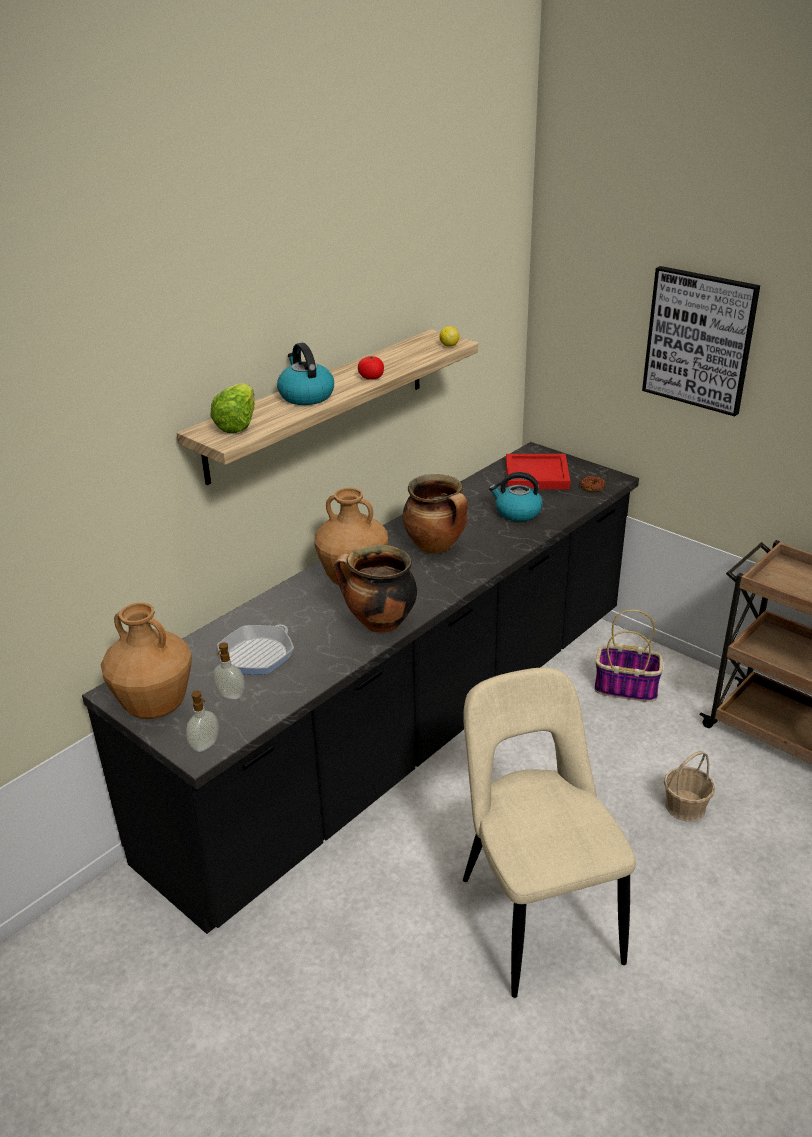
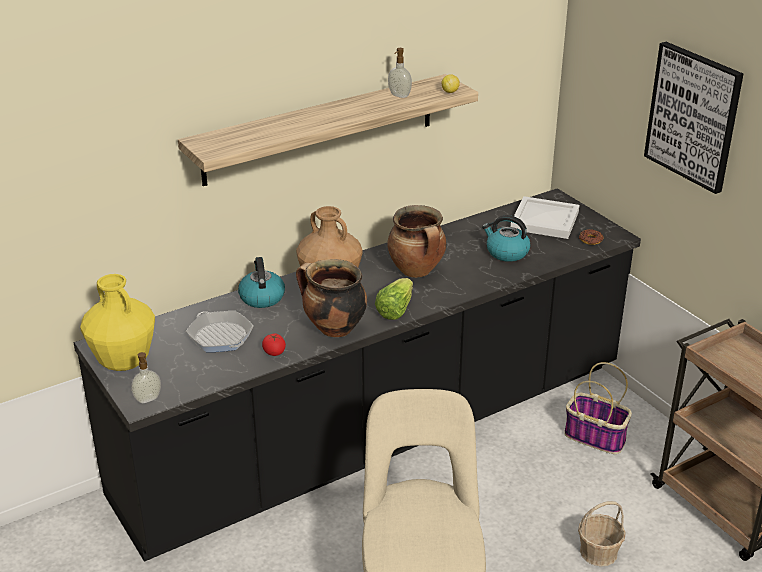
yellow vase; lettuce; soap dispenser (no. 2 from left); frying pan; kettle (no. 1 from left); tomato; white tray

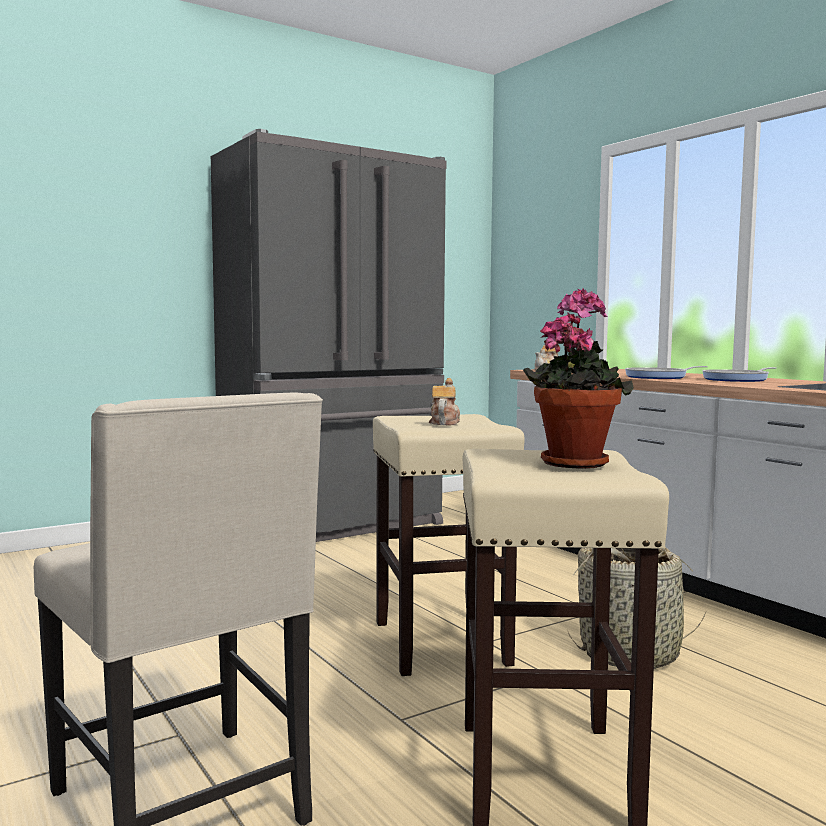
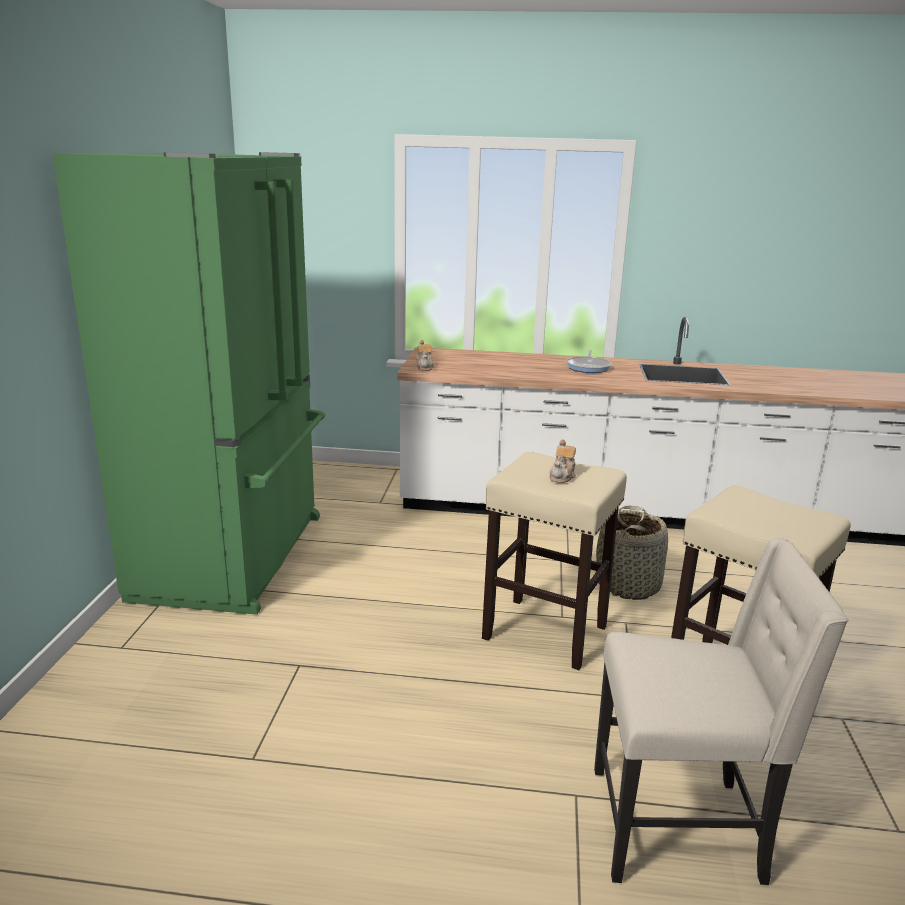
green fridge; teapot (no. 2 from left); potted plant; frying pan (no. 1 from left in the first image)

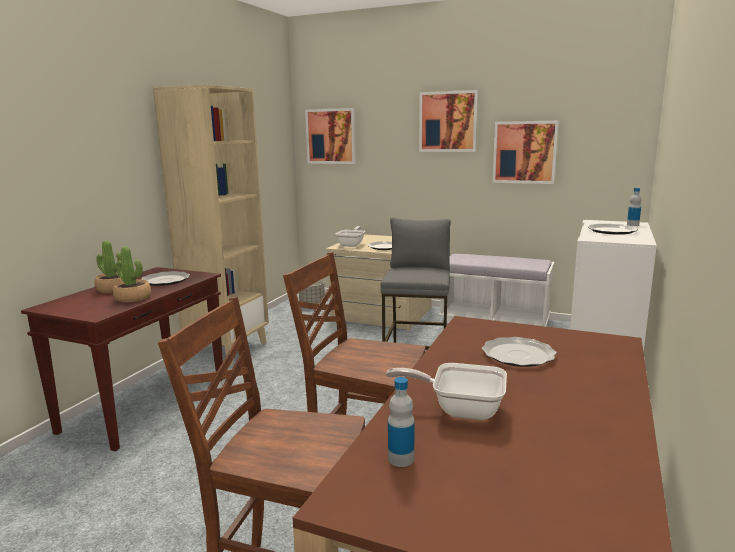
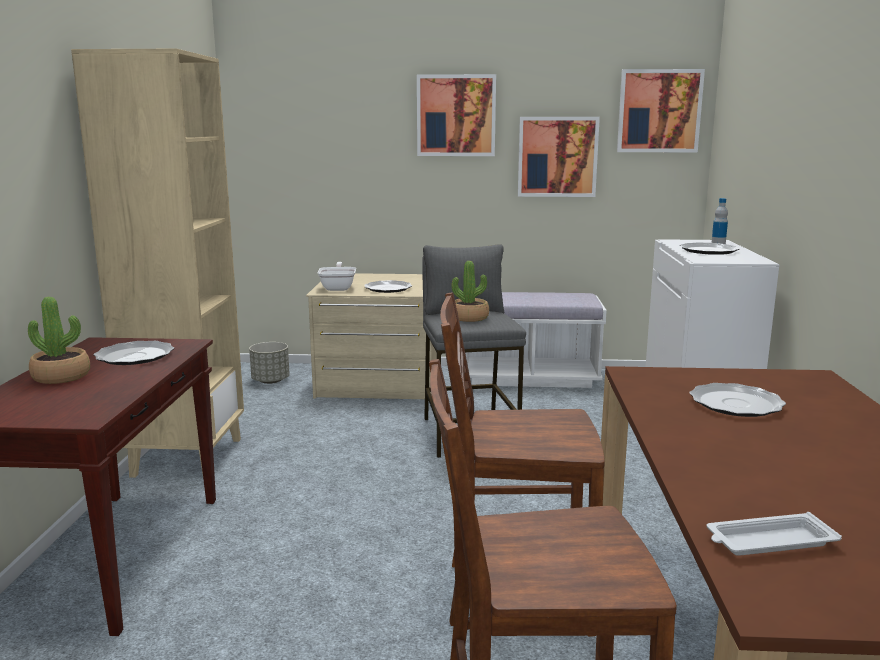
potted plant (no. 2 from left); picture (no. 3 from left); frying pan (no. 2 from left in the first image); white tray

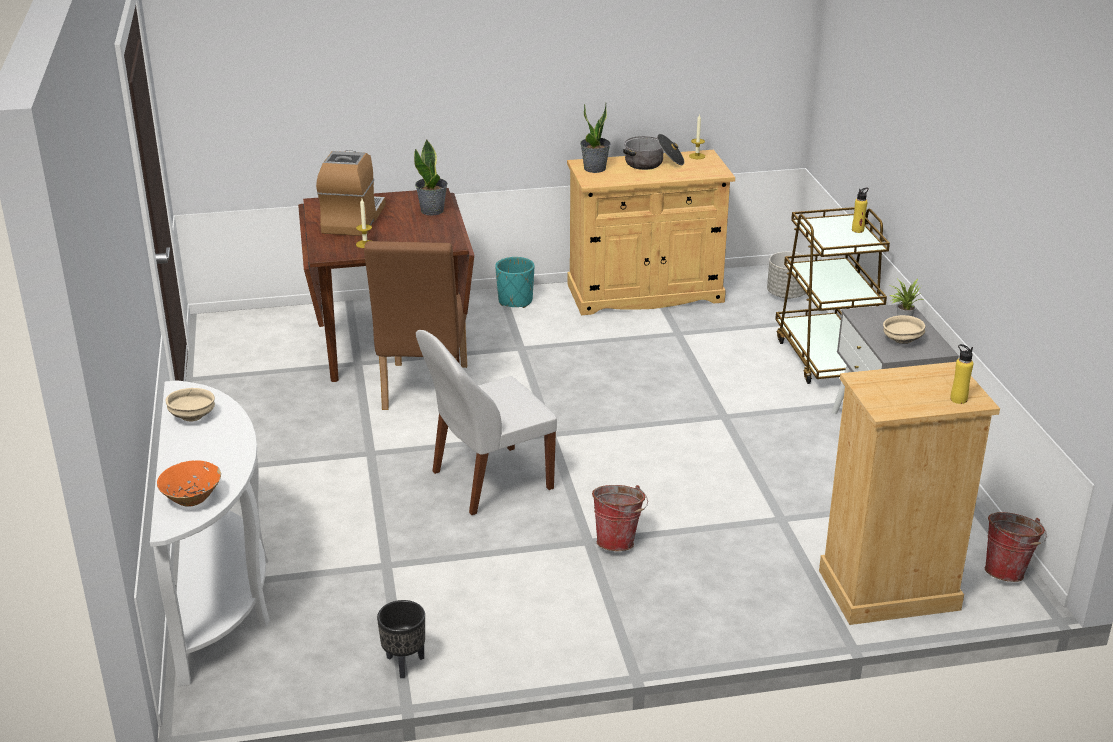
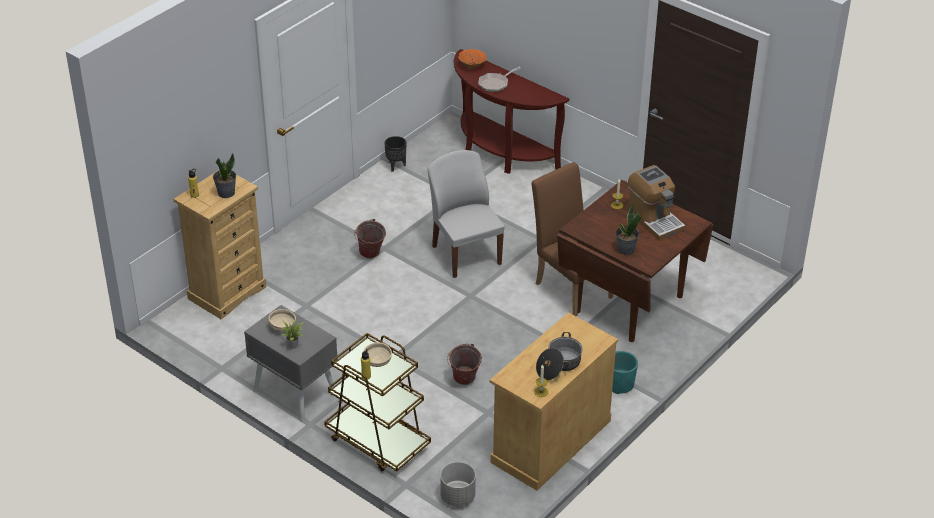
brown console table; beige bowl (no. 2 from left); white chair; potted plant (no. 1 from left); bucket (no. 2 from left); frying pan

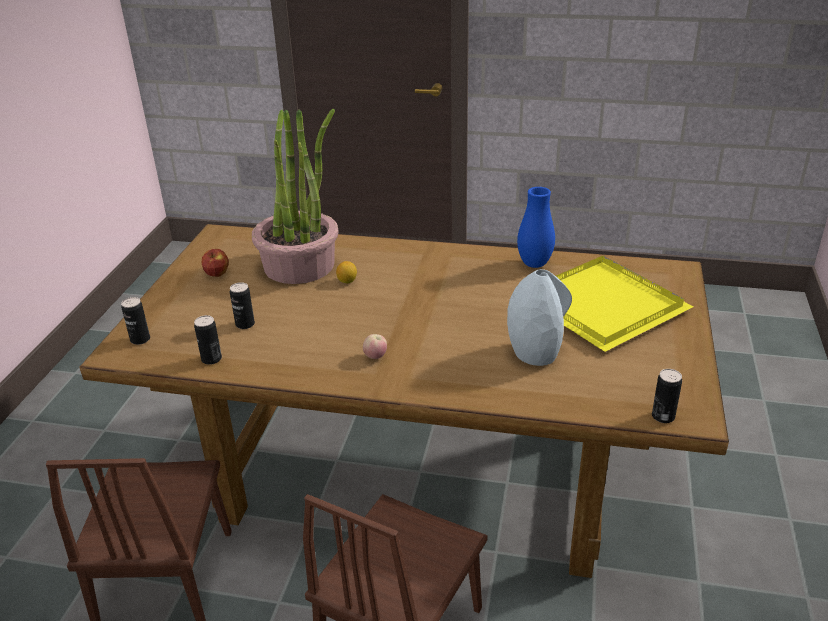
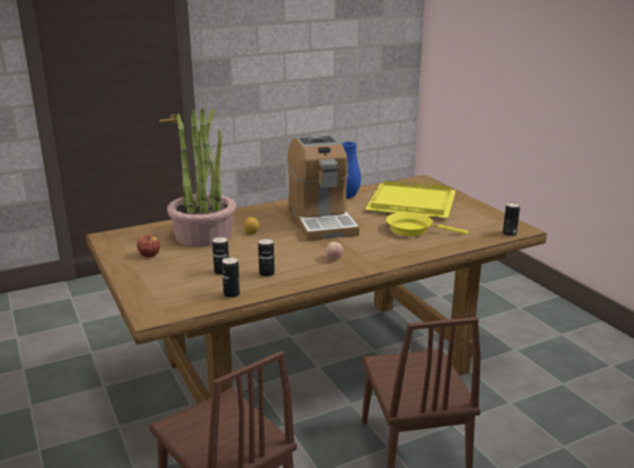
can (no. 3 from left); yellow frying pan; coffee machine

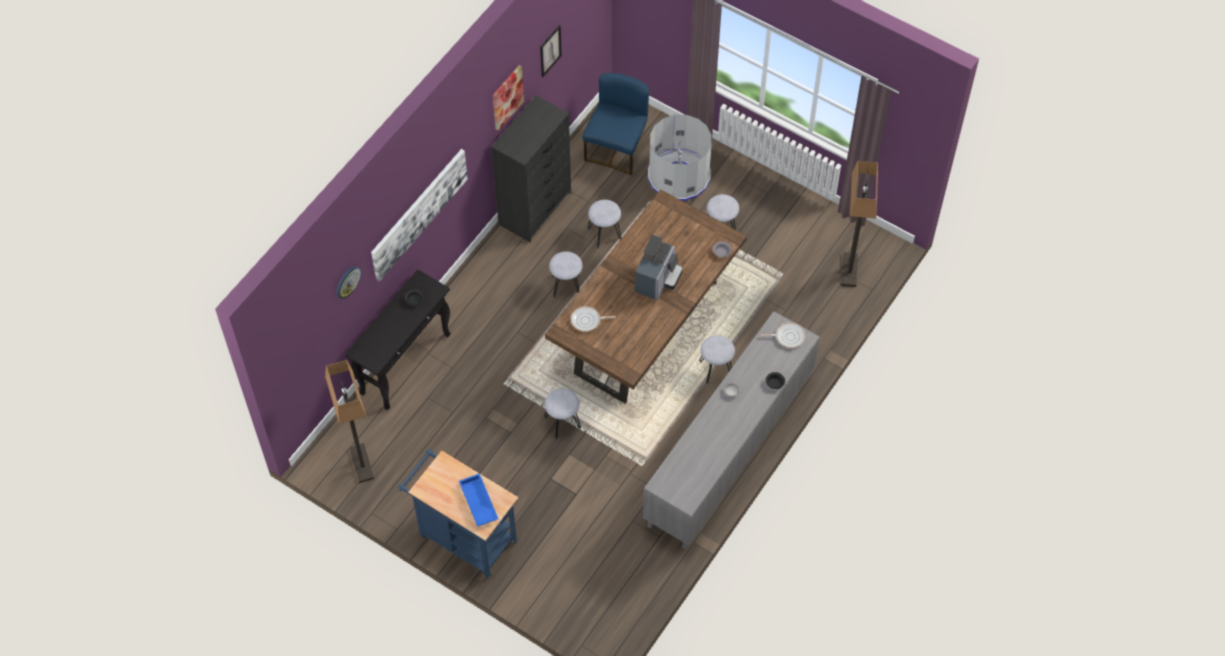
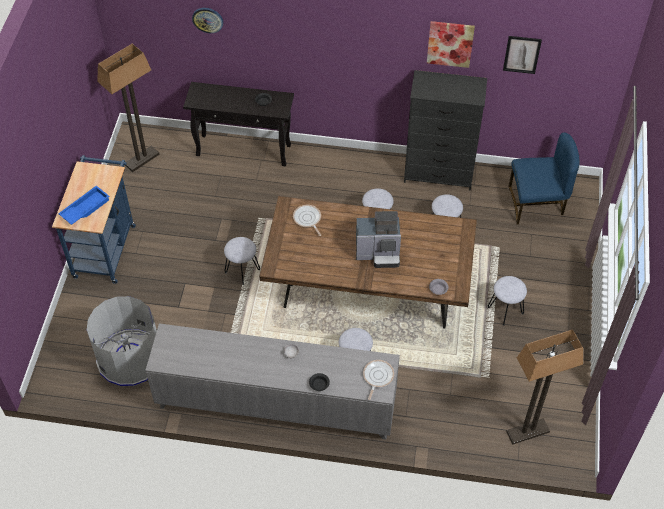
picture (no. 1 from left in the first image); grey trash can; frying pan (no. 2 from left)

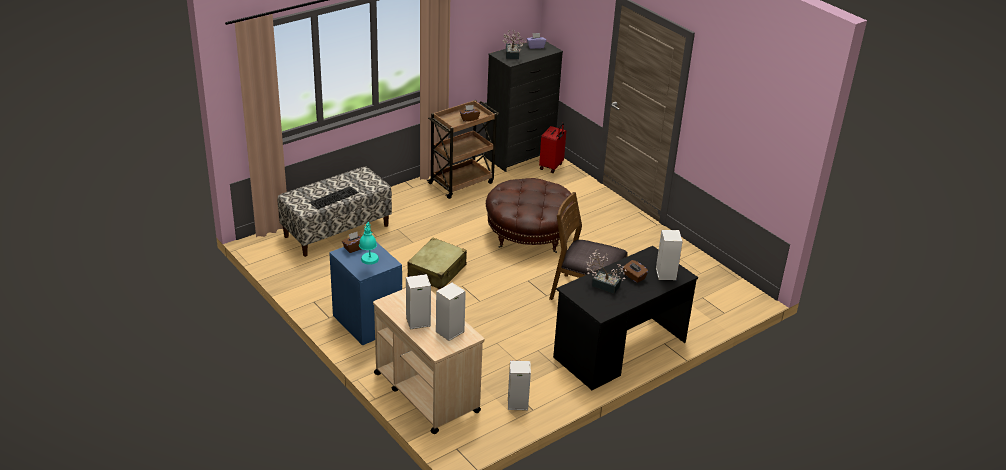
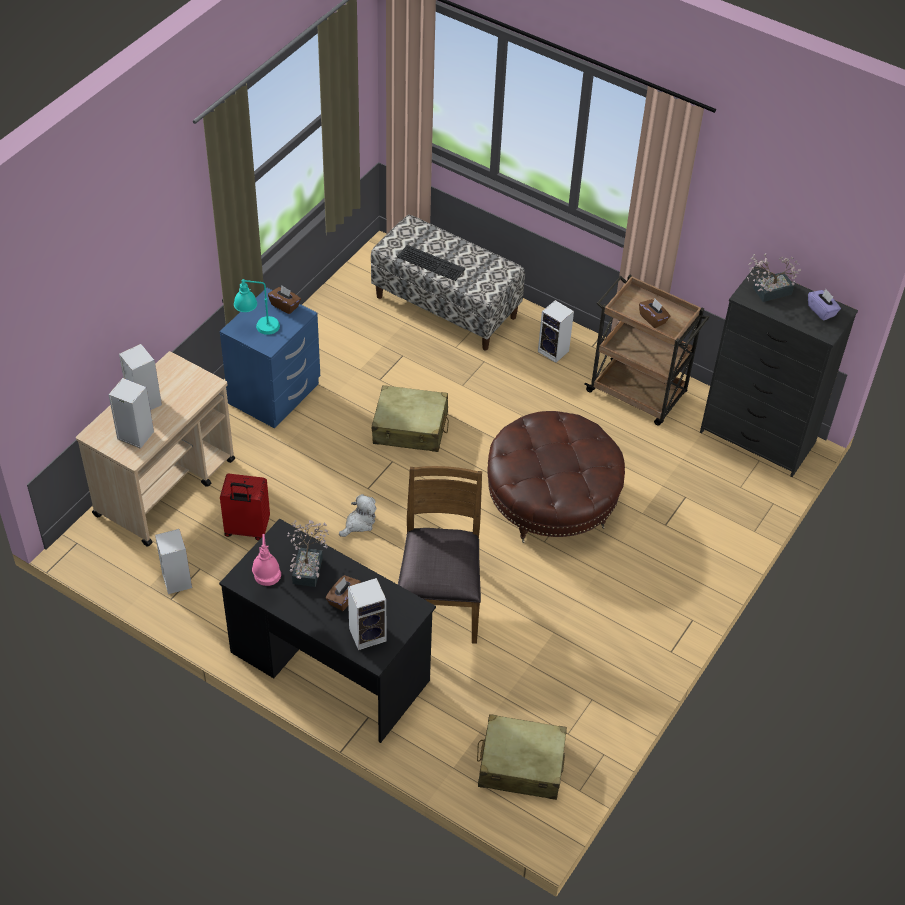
red suitcase; pink table lamp; plush toy; beige suitcase (no. 2 from left); speaker (no. 5 from left)

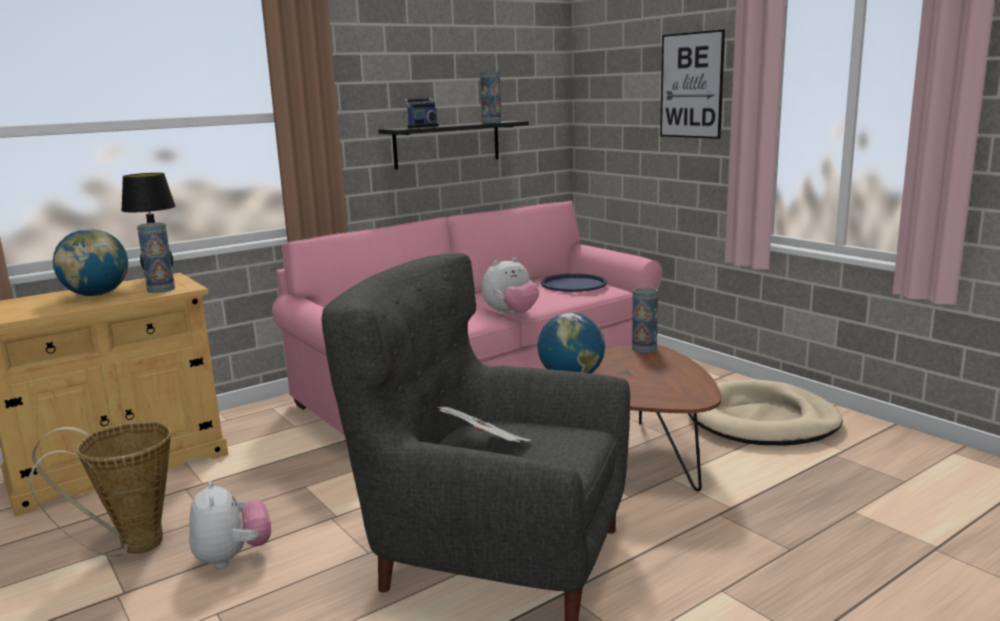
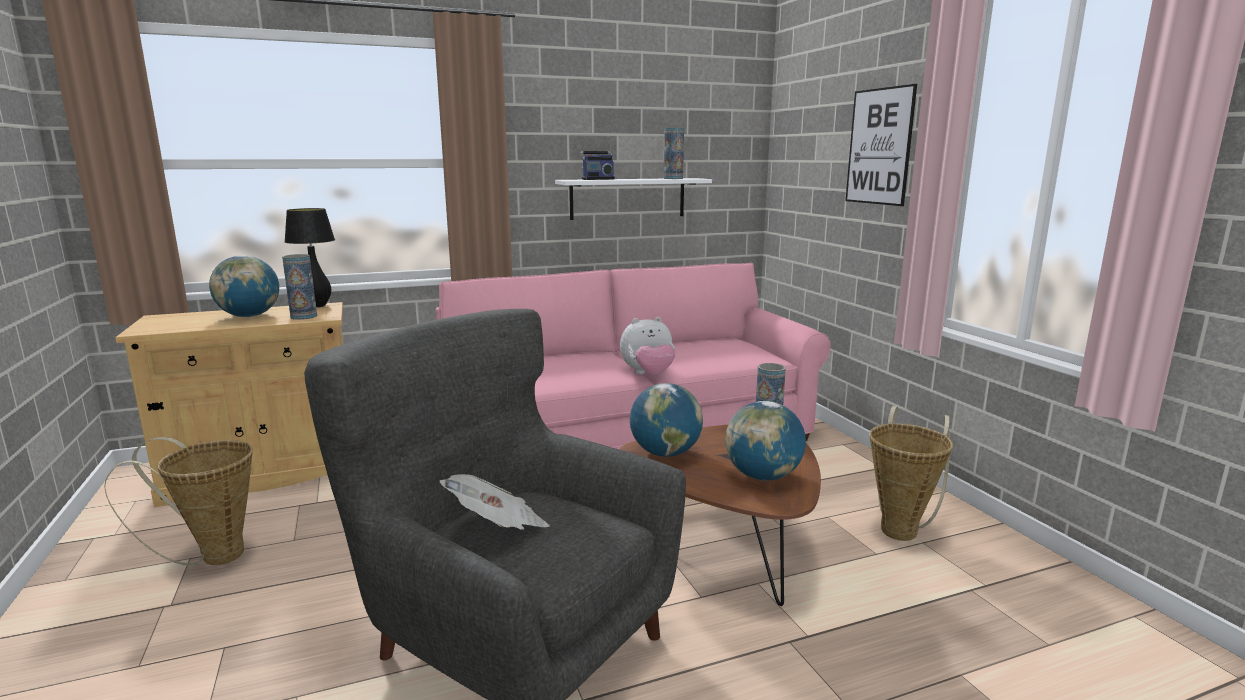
plush toy (no. 1 from left in the first image); white shelf; blue tray; basket (no. 2 from left); globe (no. 3 from left)

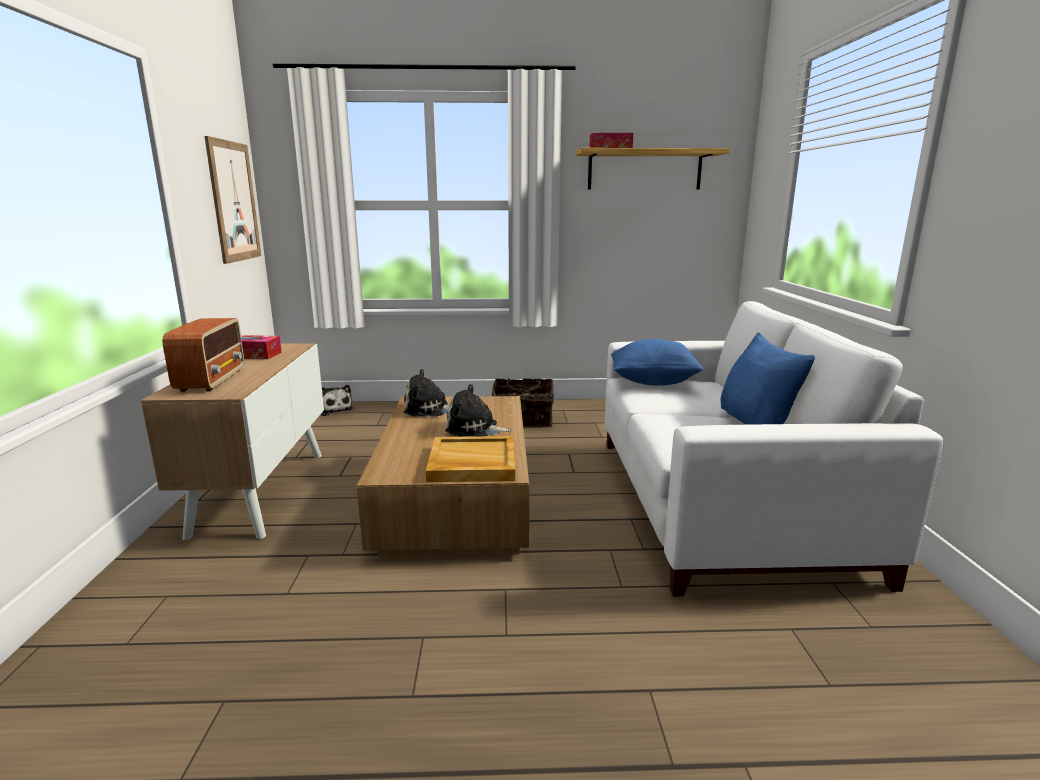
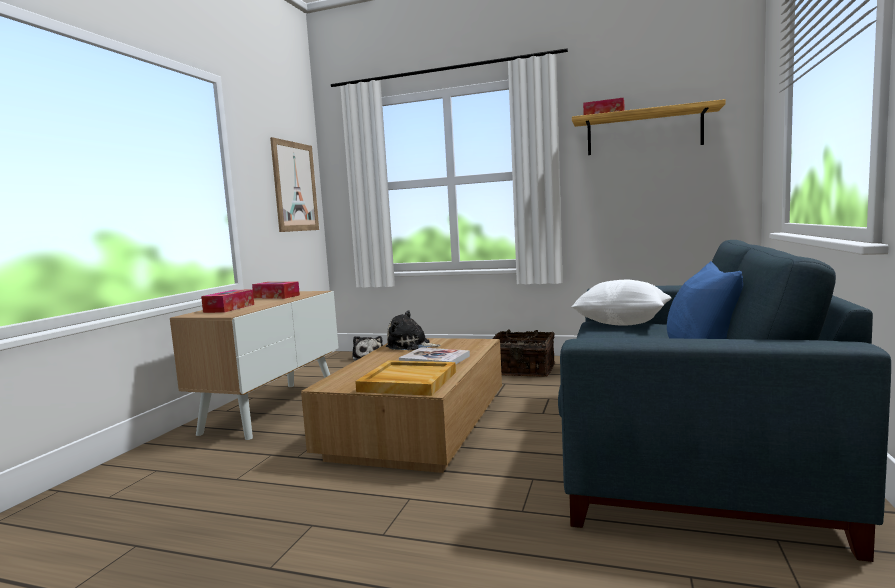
tissue box (no. 1 from left); book; blue sofa; white pillow

